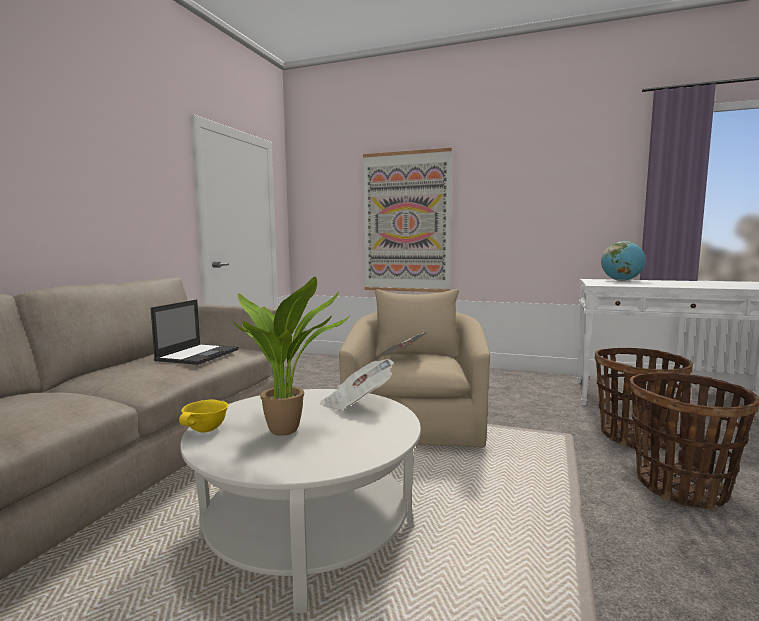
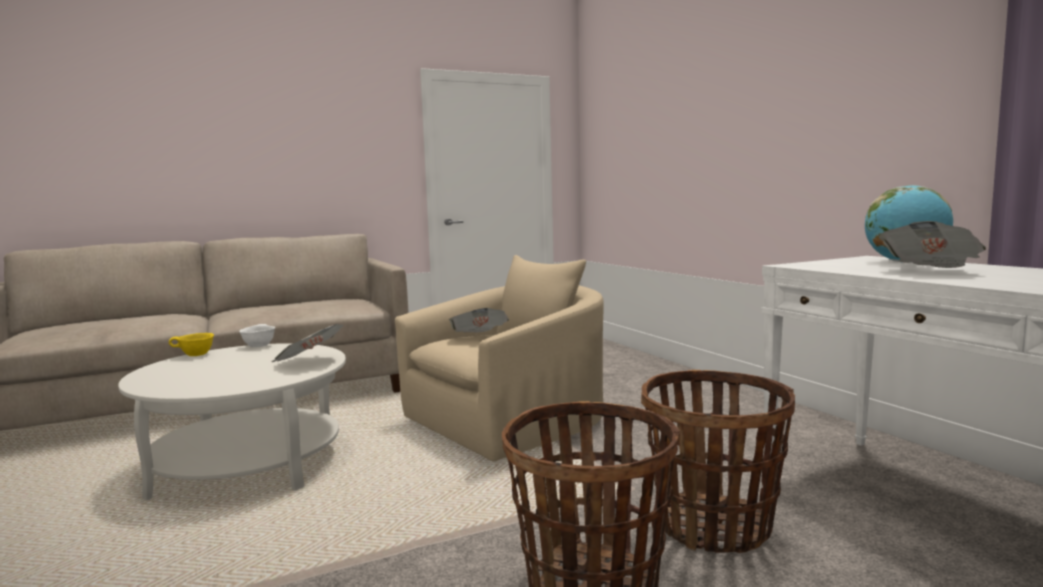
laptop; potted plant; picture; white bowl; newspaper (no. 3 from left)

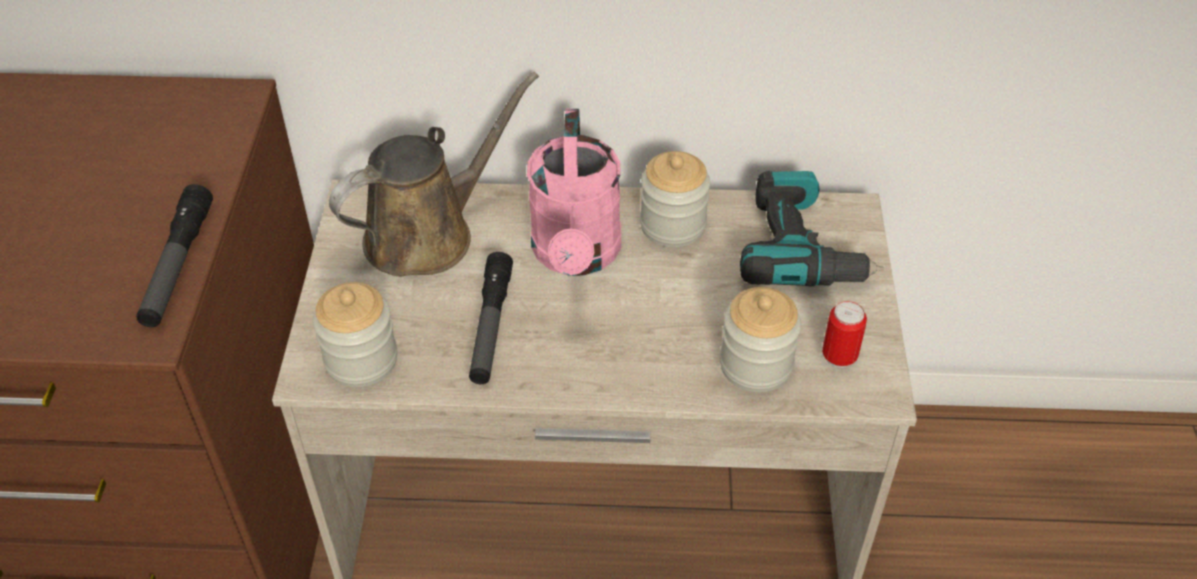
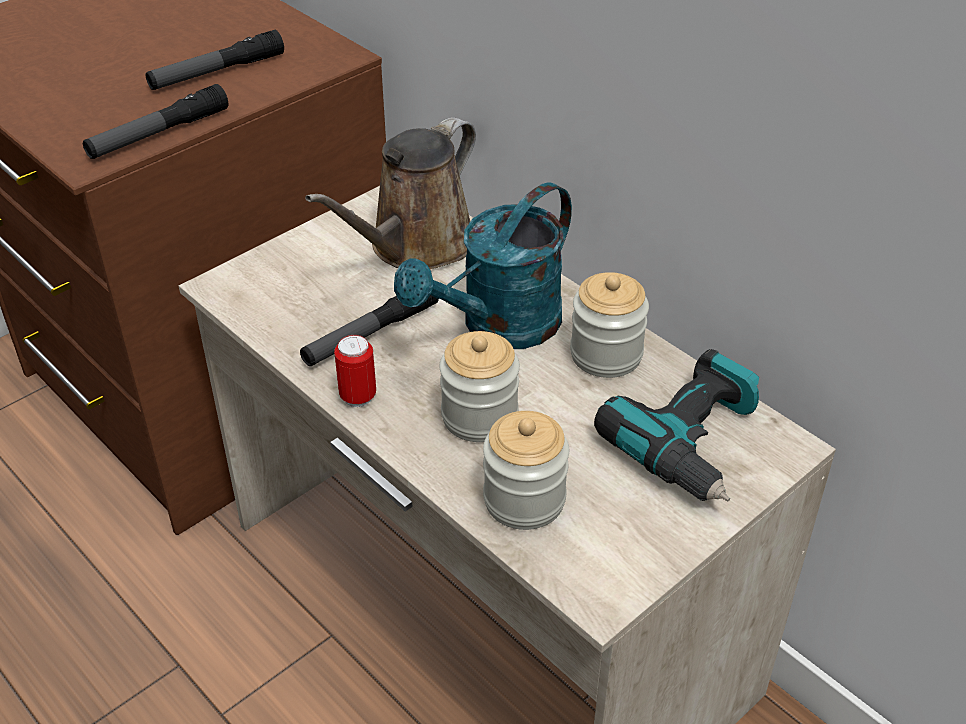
jar (no. 1 from left); brown watering can; turquoise watering can; can; flashlight (no. 2 from left)

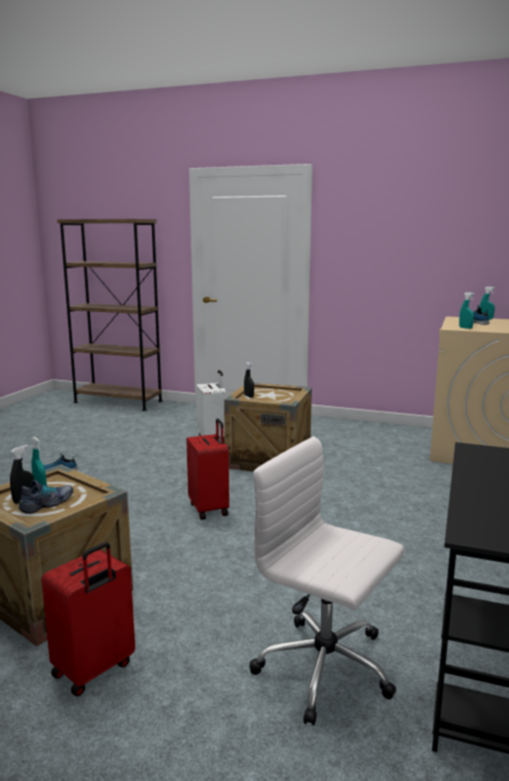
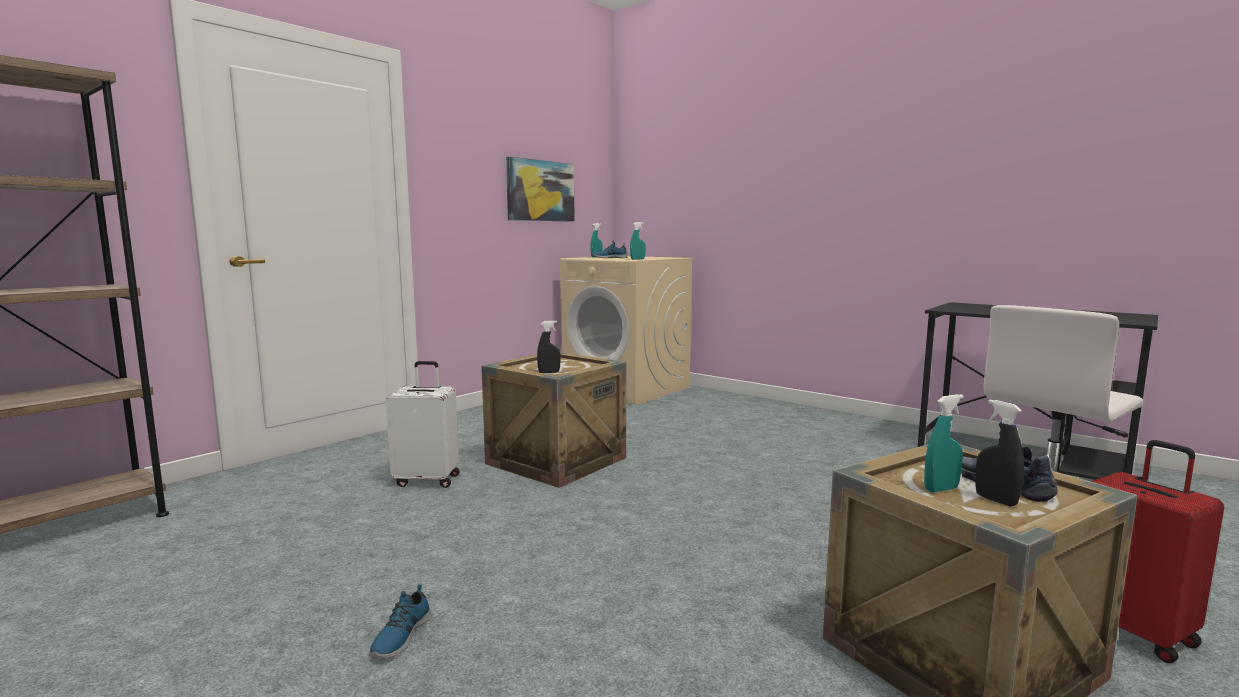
red suitcase (no. 2 from left in the first image); picture

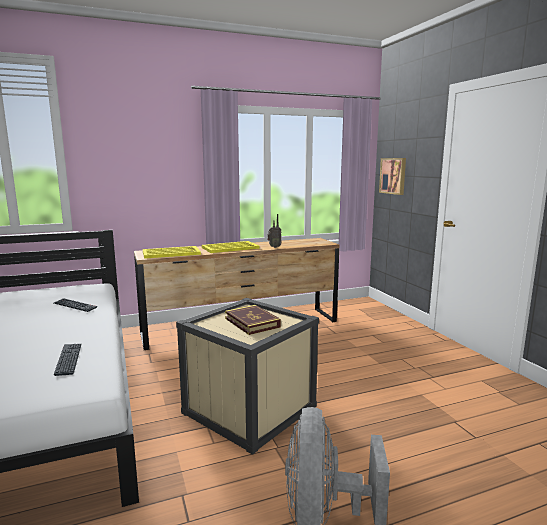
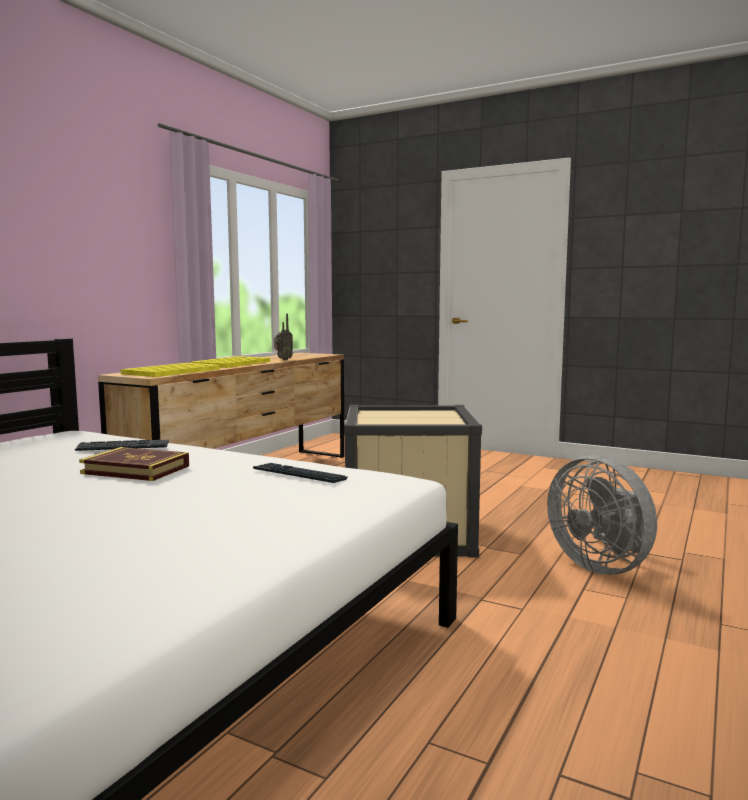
book; picture

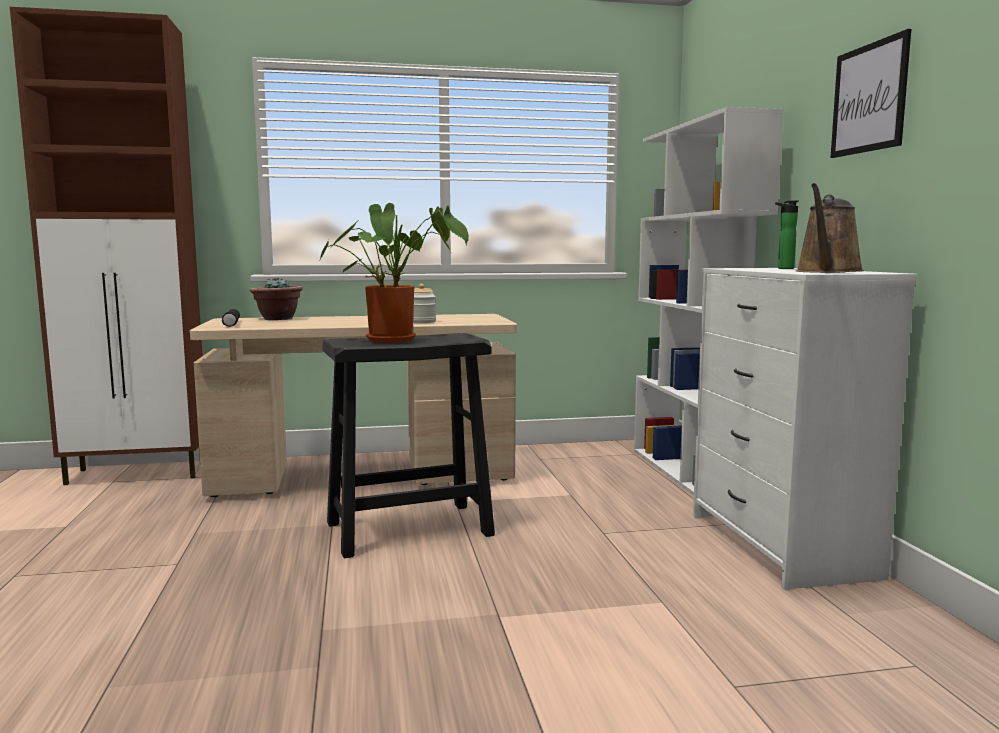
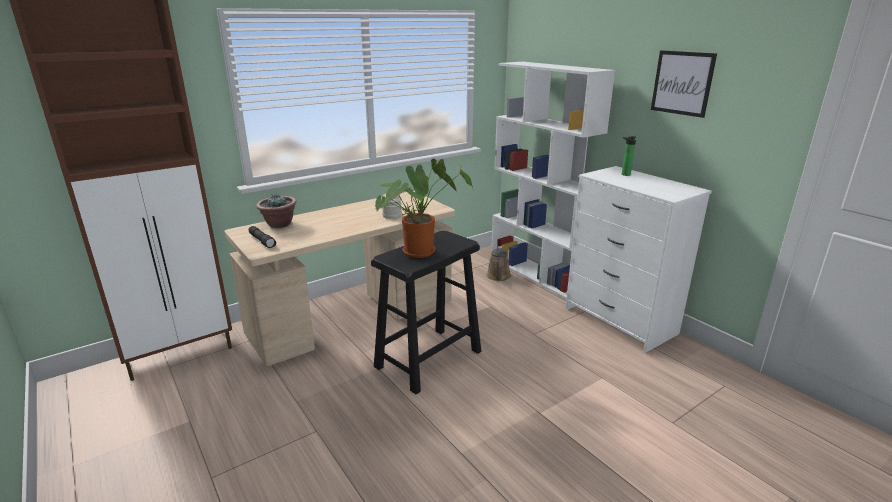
brown watering can

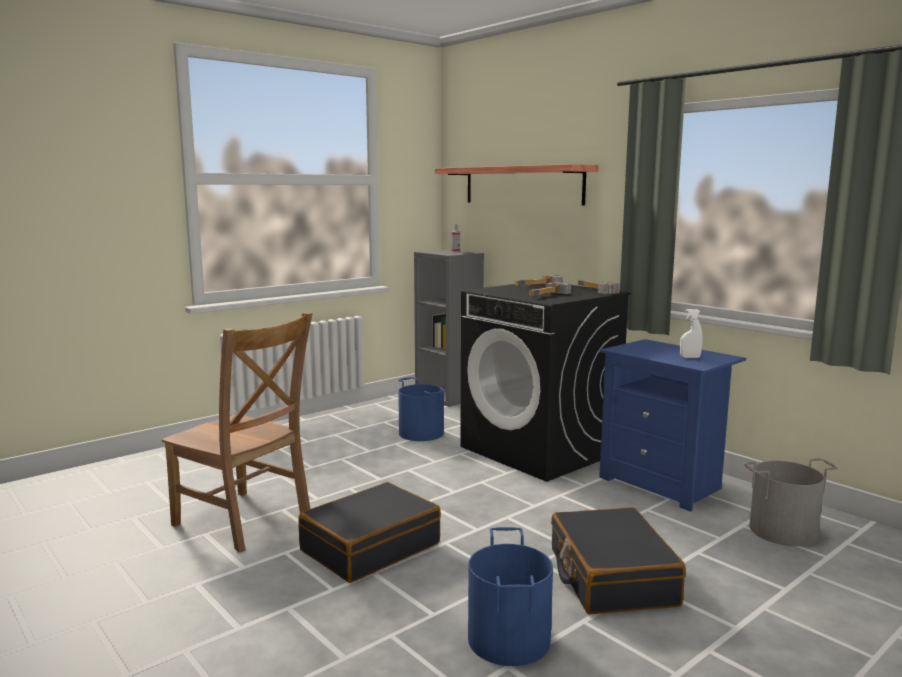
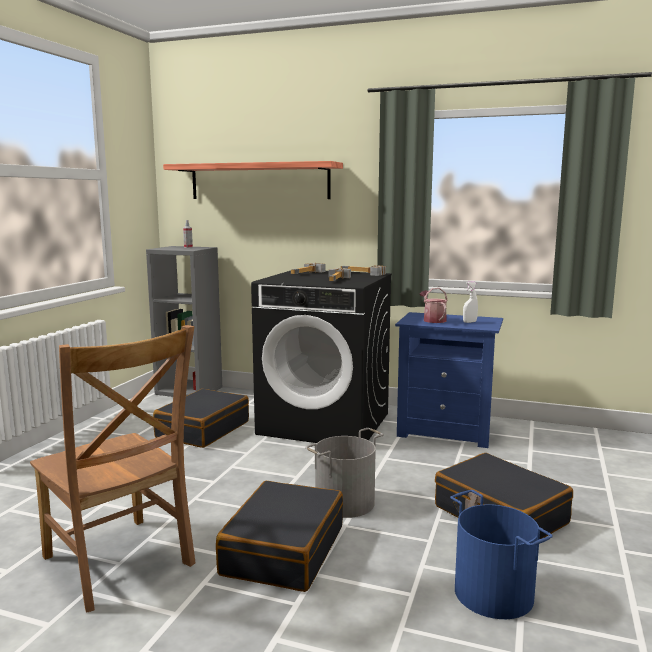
brown chair; black suitcase (no. 1 from left); grey bucket; watering can

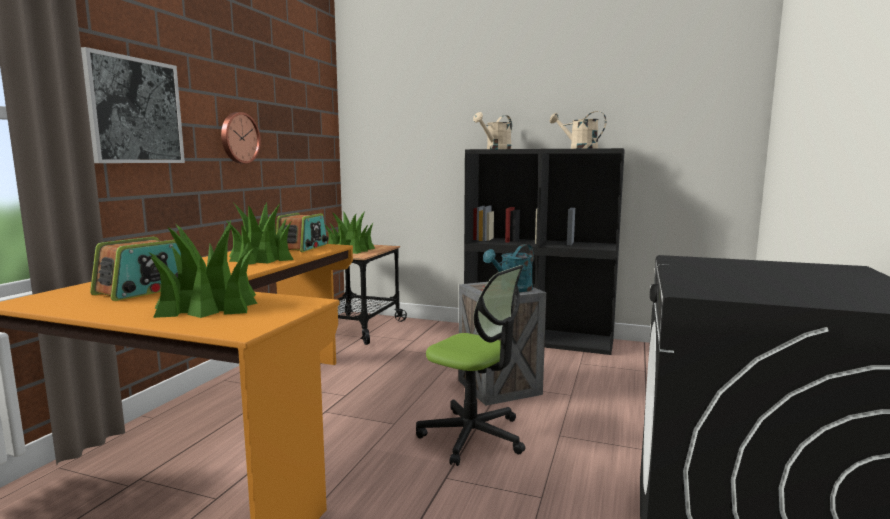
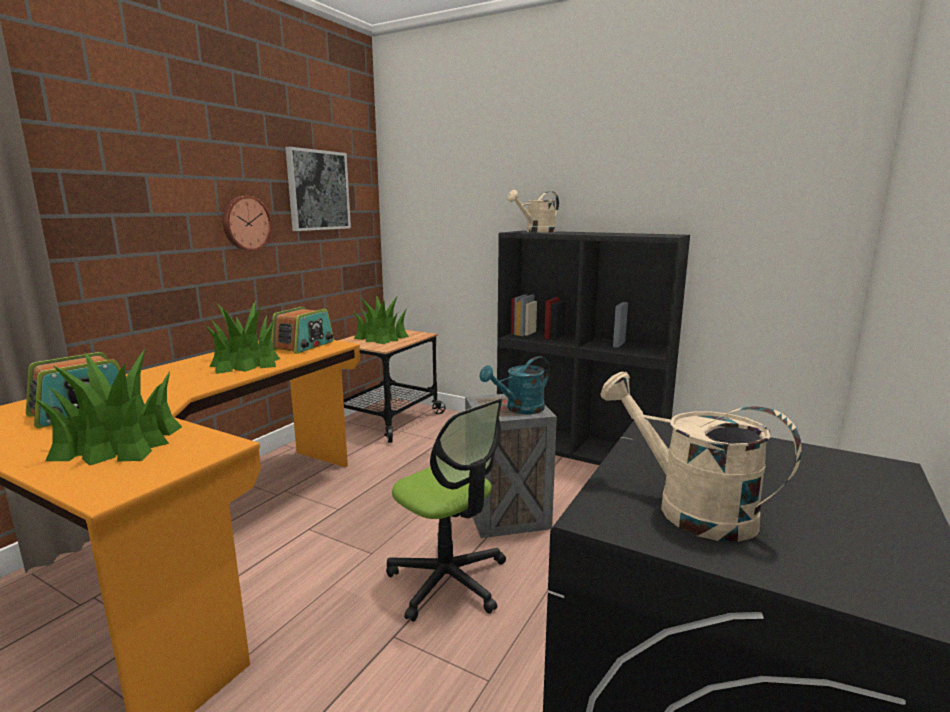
picture; beige watering can (no. 2 from left)

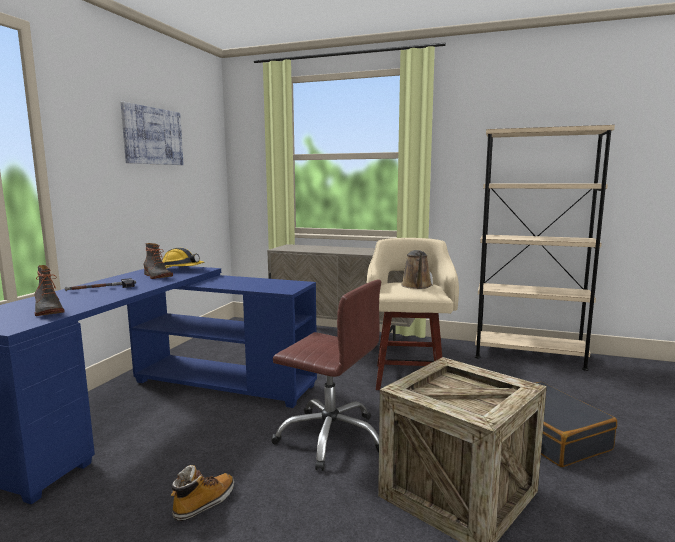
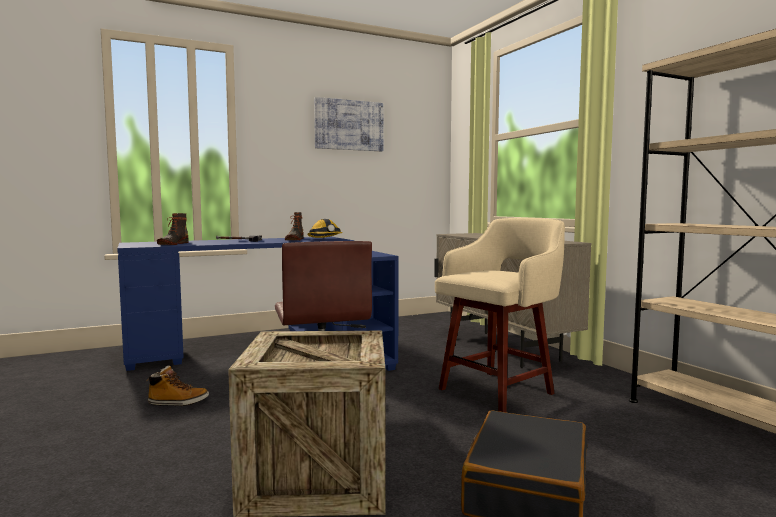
brown watering can

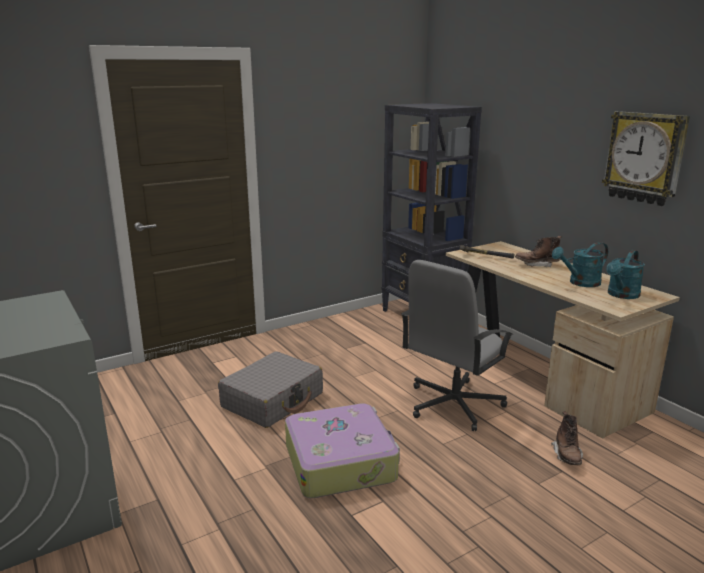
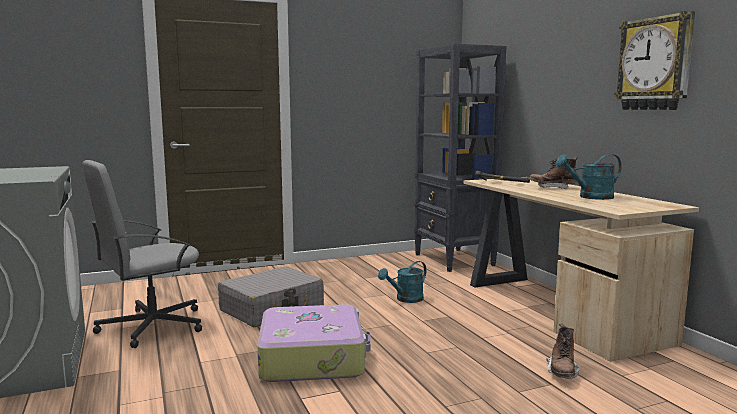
grey office chair; turquoise watering can (no. 1 from left)

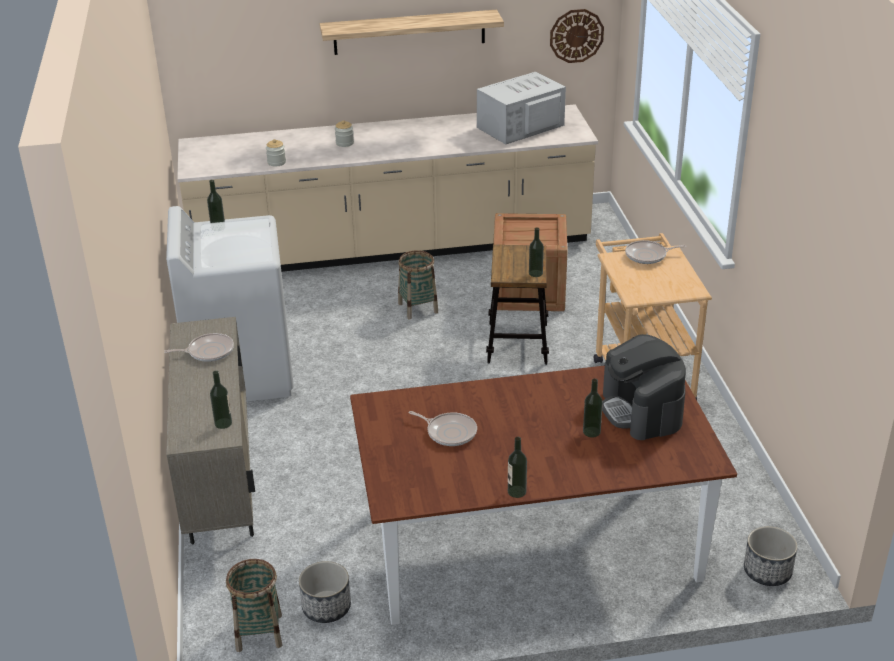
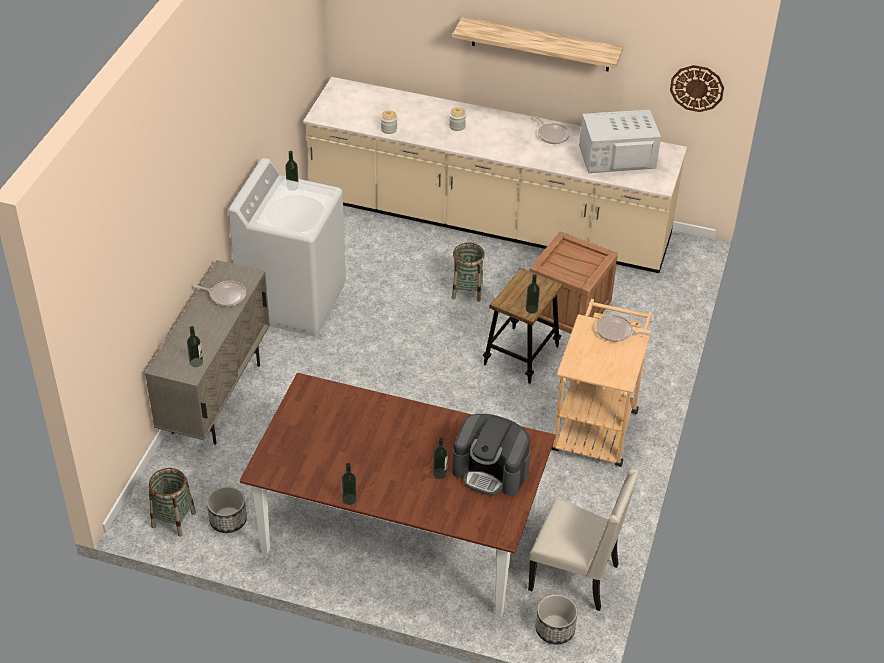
frying pan (no. 2 from left); coffee machine; beige chair

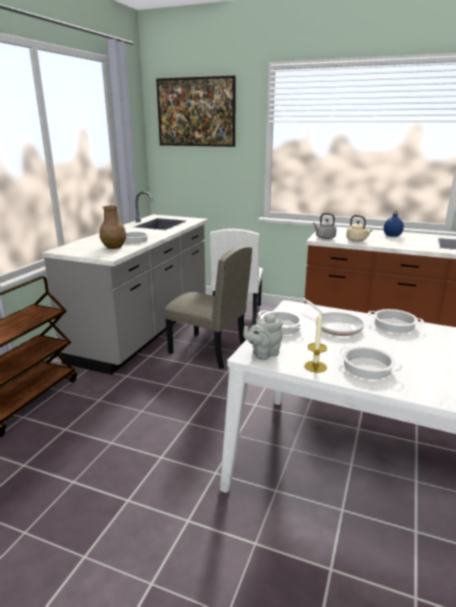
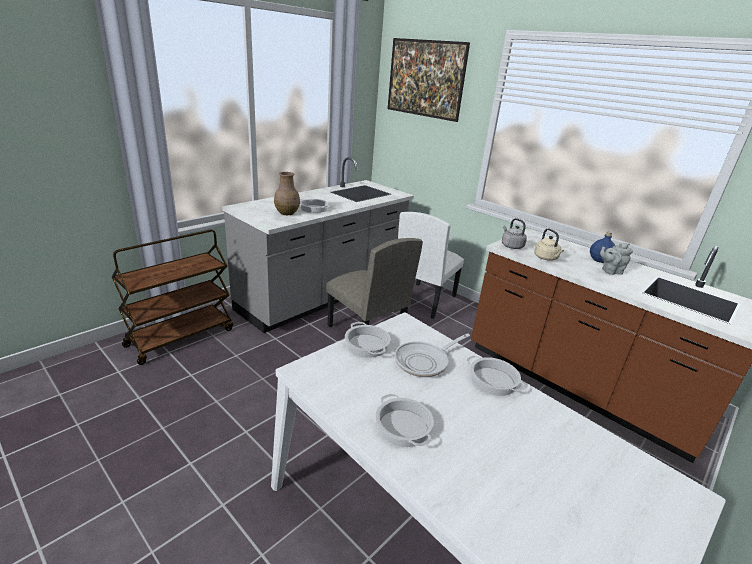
grey teapot; frying pan; candle

